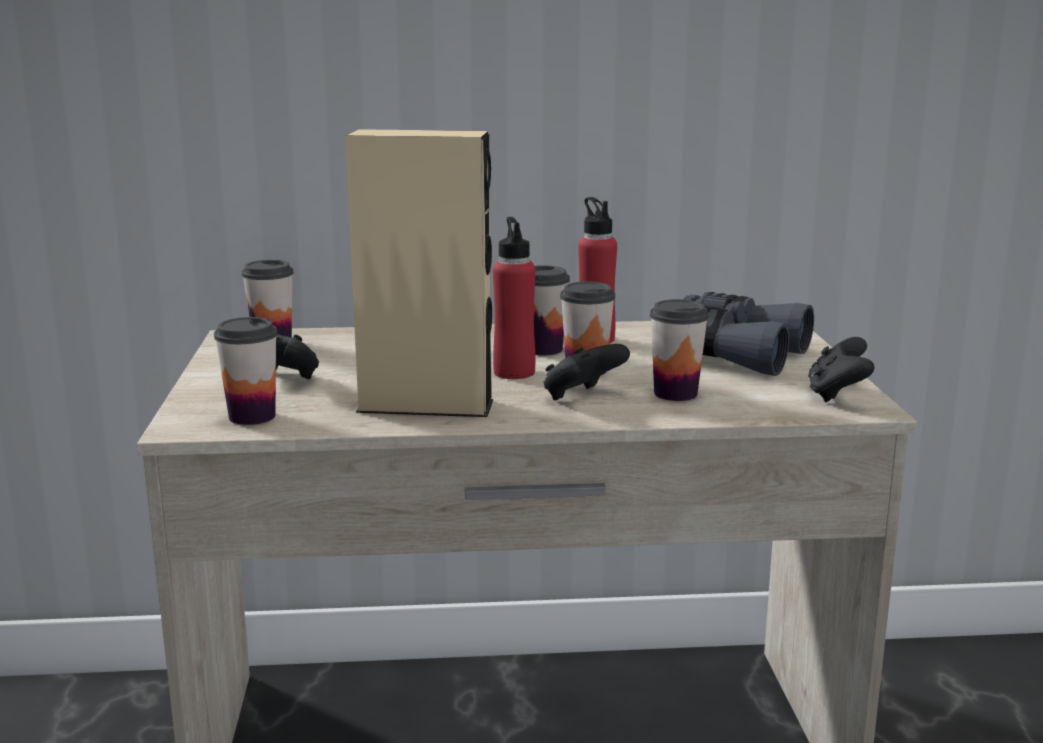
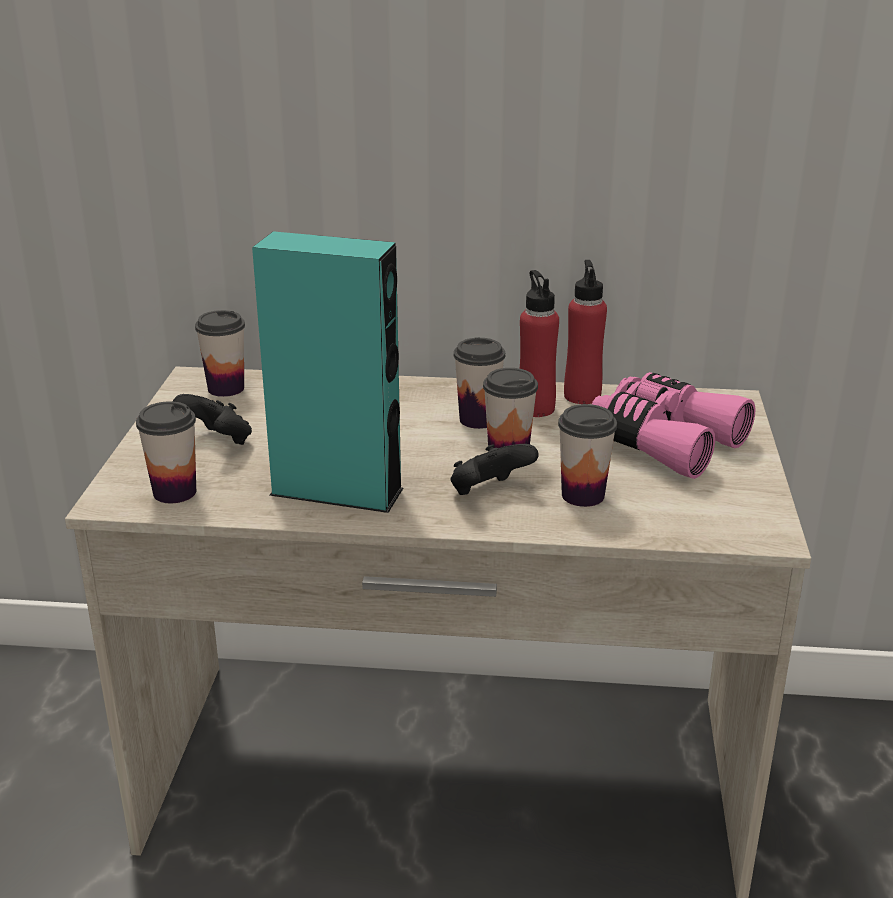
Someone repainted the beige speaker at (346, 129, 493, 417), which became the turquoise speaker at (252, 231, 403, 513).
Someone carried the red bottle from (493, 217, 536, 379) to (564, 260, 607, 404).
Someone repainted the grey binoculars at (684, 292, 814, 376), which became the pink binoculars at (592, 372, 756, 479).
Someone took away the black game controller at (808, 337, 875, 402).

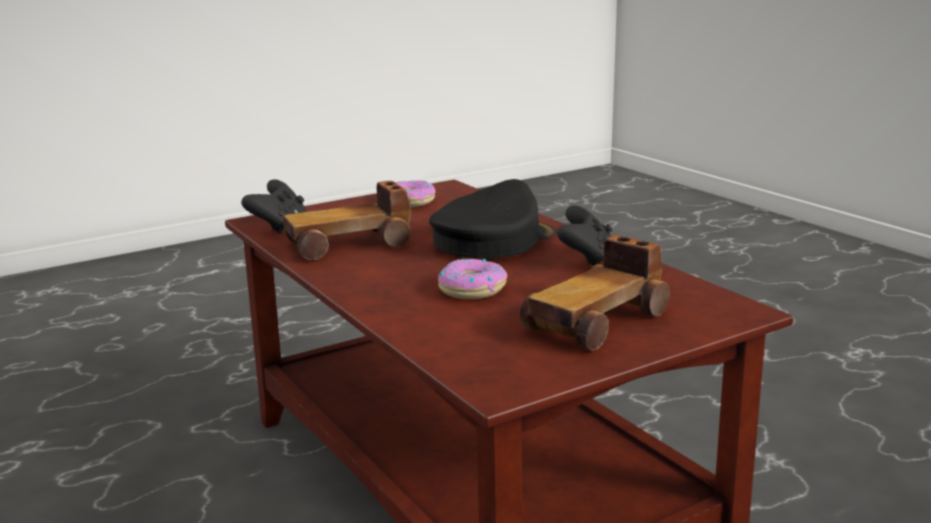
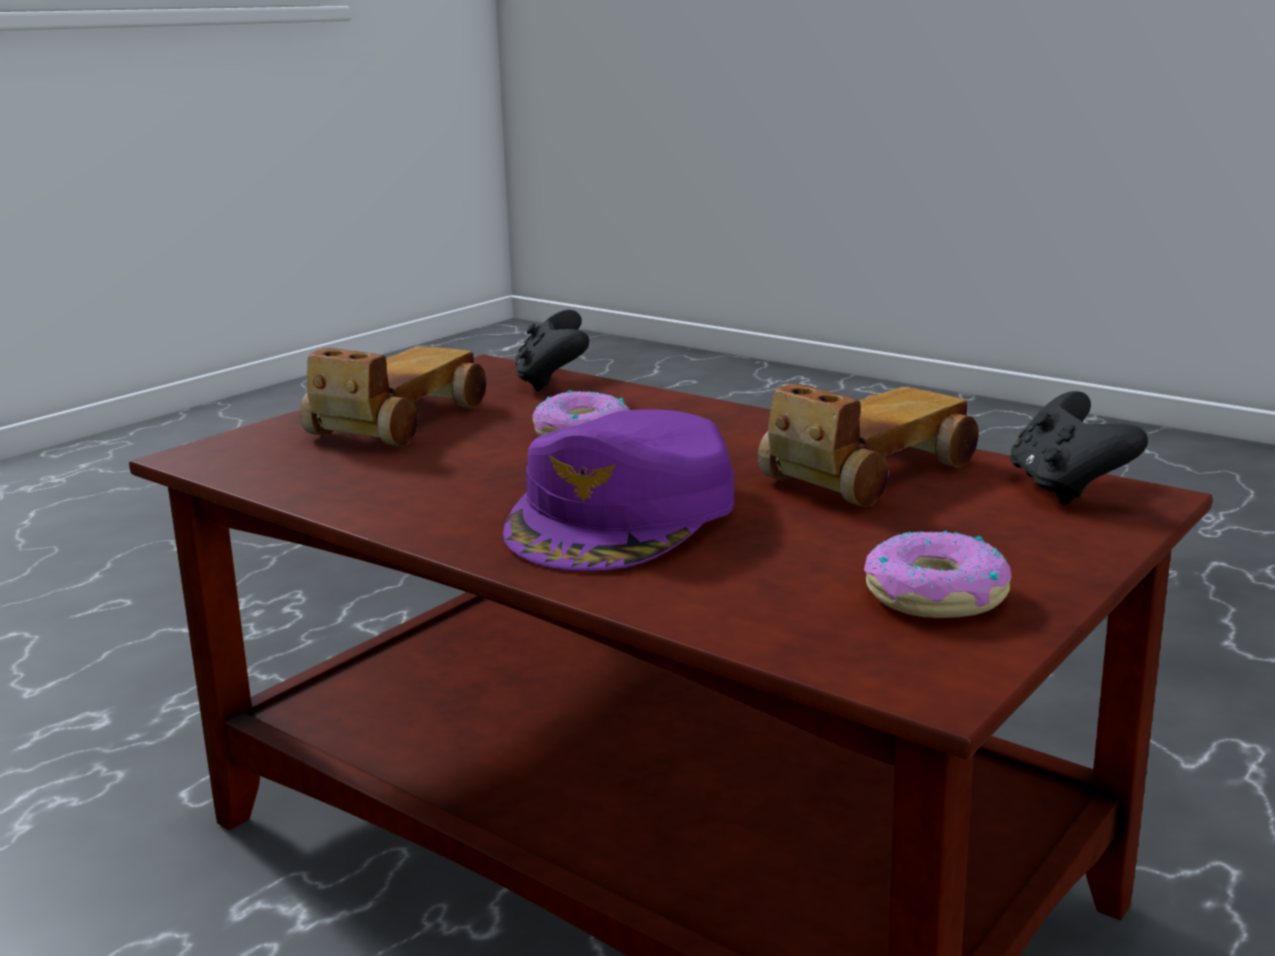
Someone repainted the black cap at (429, 179, 557, 258), which became the purple cap at (503, 409, 734, 571).
Someone carried the black game controller from (557, 206, 612, 266) to (515, 310, 590, 392).

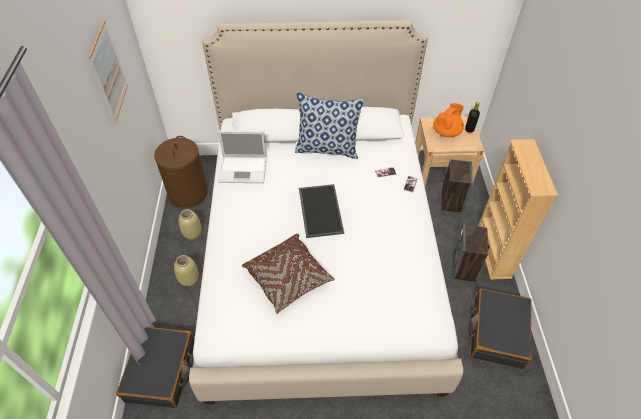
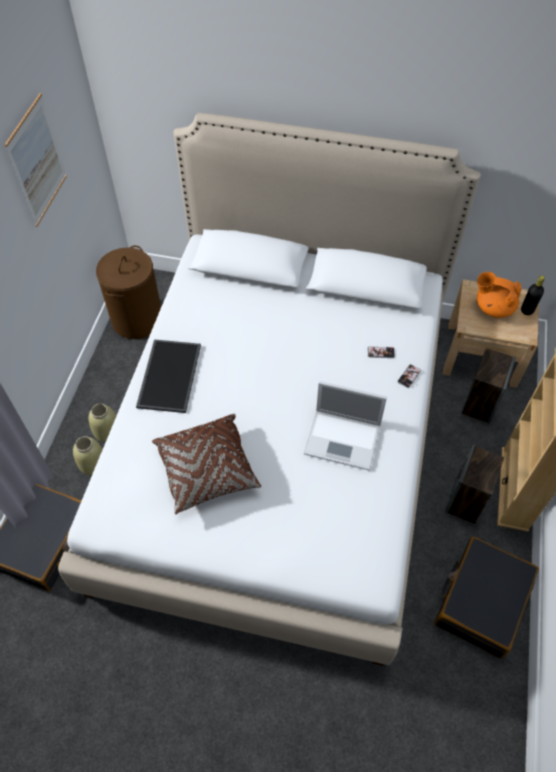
Someone carried the beige vase from (179, 209, 202, 240) to (73, 436, 103, 475).
Someone carried the laptop from (218, 131, 267, 183) to (304, 381, 387, 471).
Someone took away the pillow at (295, 92, 364, 159).
Someone carried the tray from (299, 184, 344, 238) to (136, 339, 201, 413).
Someone rotated the orange teapot at (433, 103, 464, 137) by 120 degrees counterclockwise.

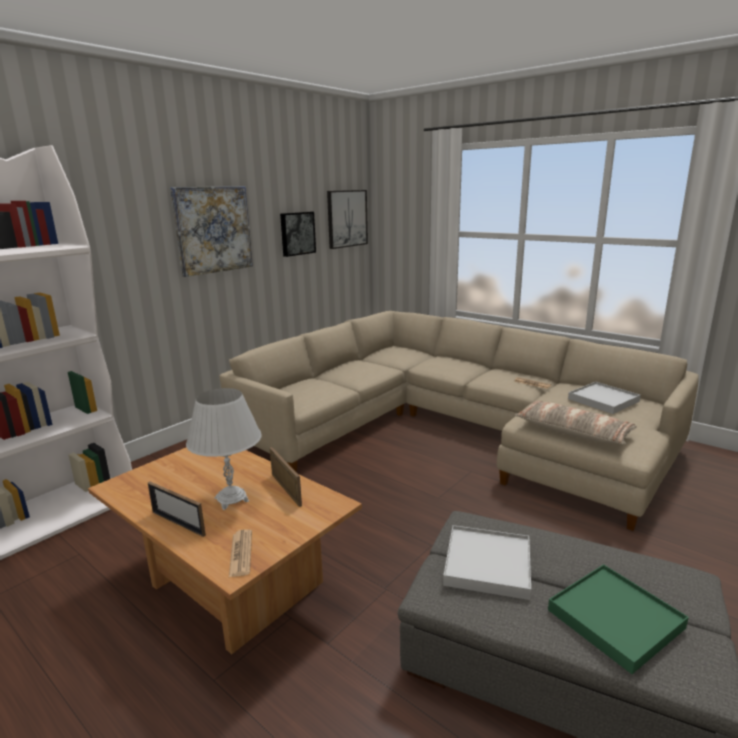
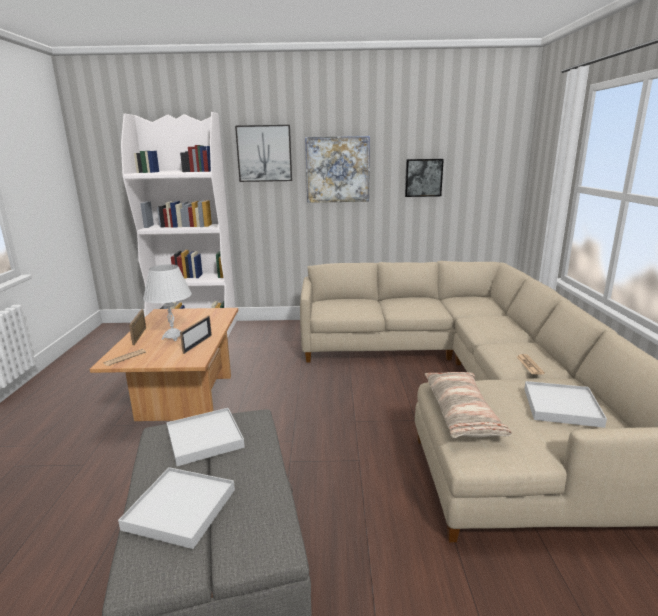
Someone carried the picture from (327, 190, 368, 249) to (235, 125, 292, 182).
Someone repainted the green tray at (548, 564, 689, 674), which became the white tray at (118, 467, 235, 549).

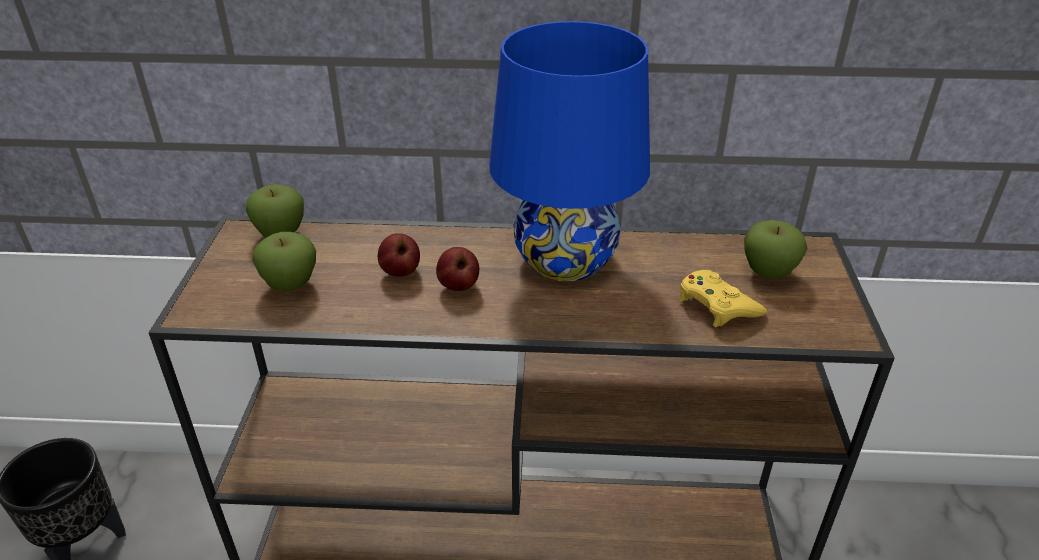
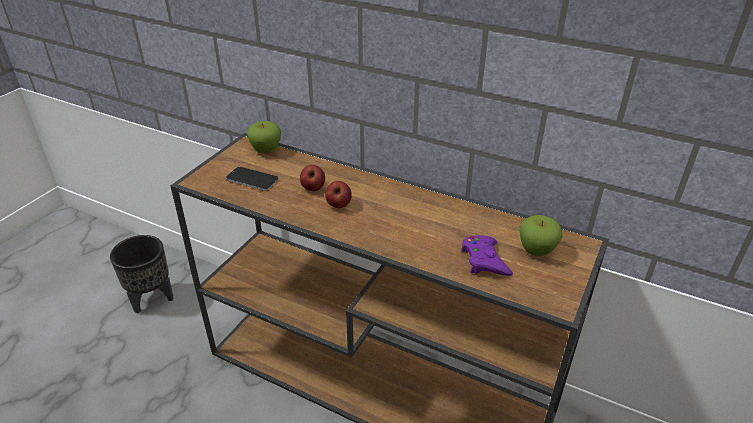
Someone swapped the apple at (252, 232, 316, 292) for the phone at (226, 167, 278, 191).
Someone took away the blue table lamp at (489, 21, 650, 281).
Someone repainted the yellow game controller at (679, 270, 767, 327), which became the purple game controller at (461, 235, 513, 276).

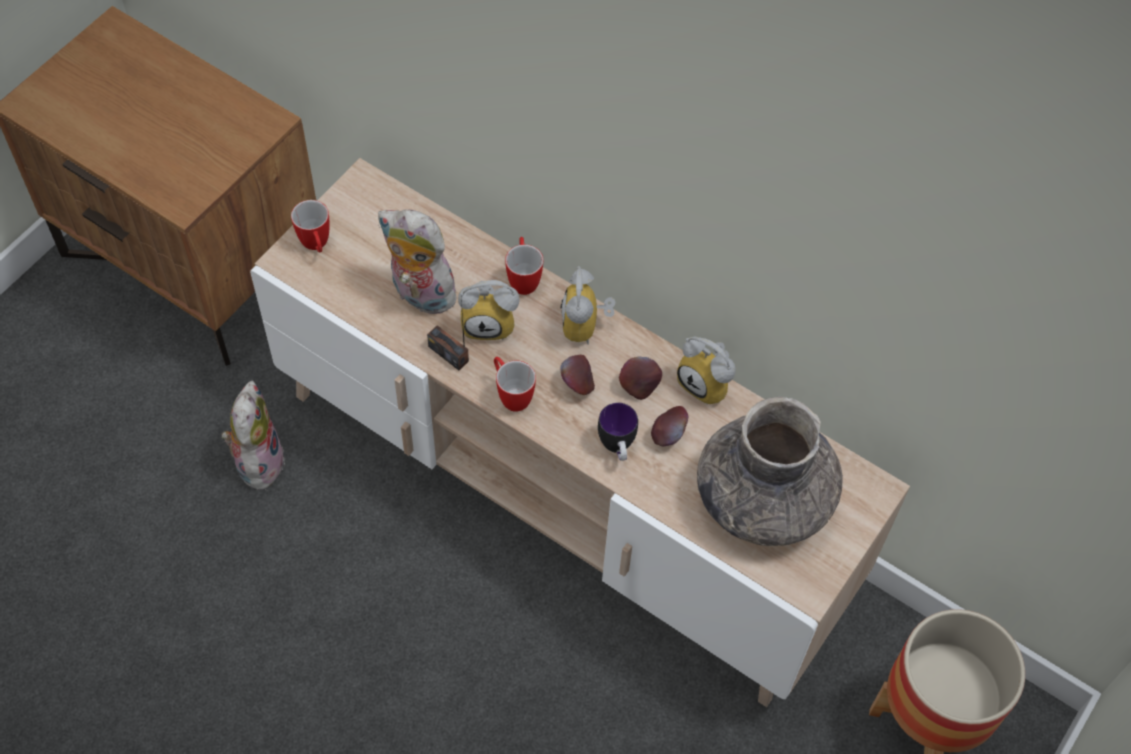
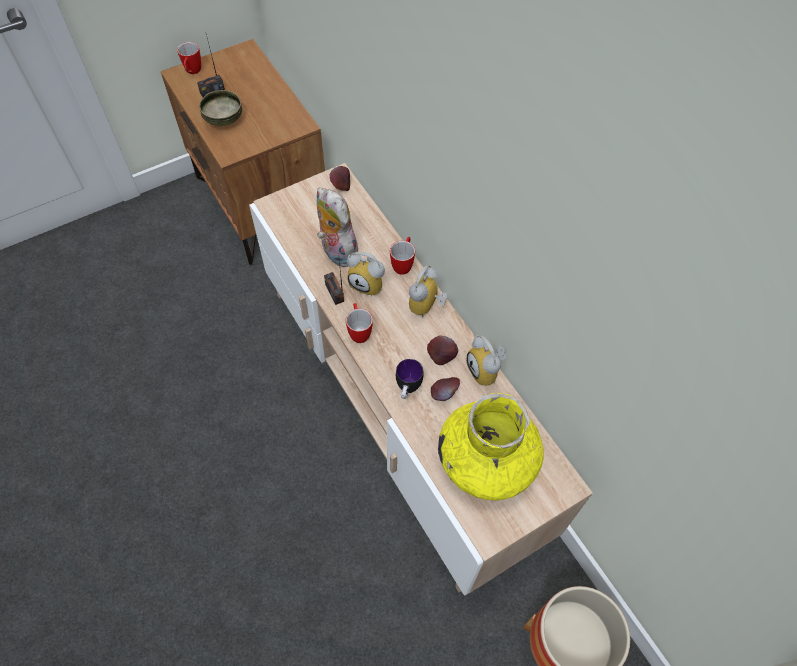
Someone took away the plush toy at (221, 381, 285, 490).
Someone carried the mug from (291, 200, 330, 253) to (177, 42, 201, 74).
Someone carried the apple from (560, 355, 595, 395) to (330, 166, 350, 191).
Someone repainted the grey vase at (697, 397, 843, 546), which became the yellow vase at (438, 393, 544, 500).
Someone put down the radio at (197, 34, 225, 97).
Someone put down the bowl at (199, 90, 242, 126).

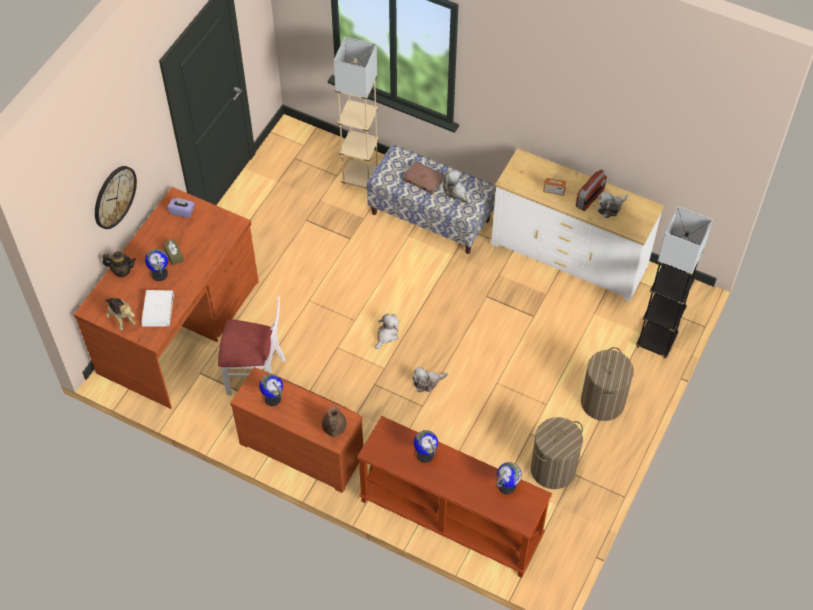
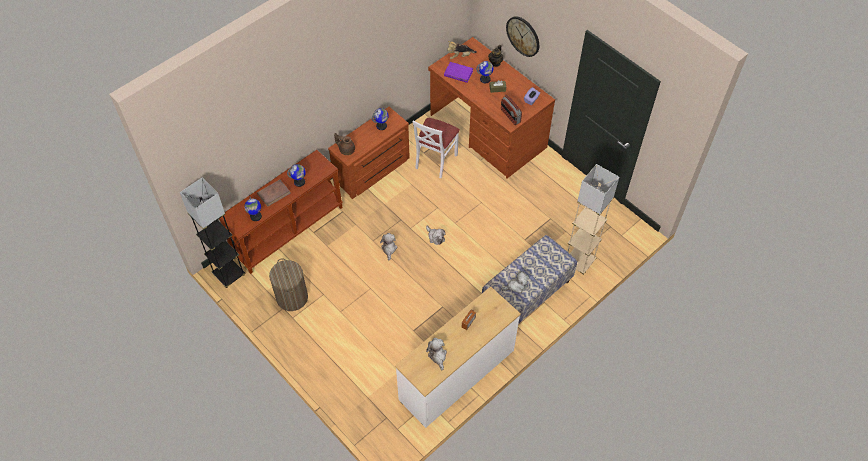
Someone repainted the white book at (141, 290, 174, 327), which became the purple book at (444, 62, 473, 83).
Someone carried the brown book from (403, 161, 445, 194) to (257, 179, 291, 207).
Someone carried the radio from (576, 169, 607, 211) to (501, 95, 522, 125).
Someone took away the laundry basket at (581, 347, 634, 421).
Someone carried the grey floor lamp from (636, 206, 713, 358) to (180, 178, 245, 288).

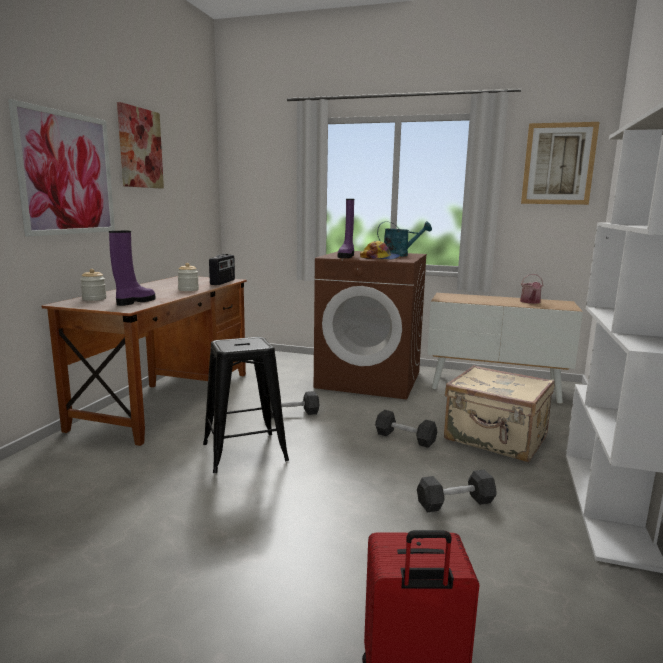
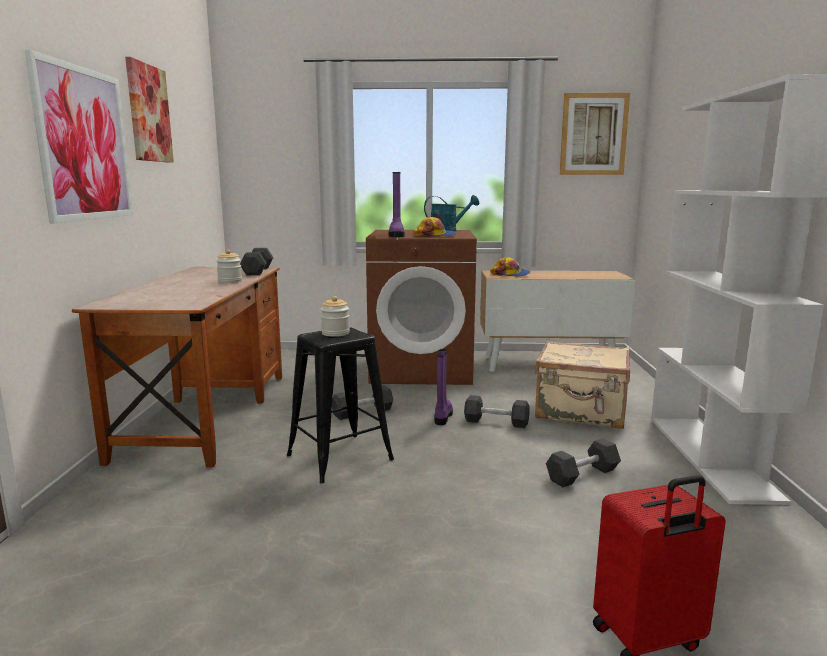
Someone carried the jar from (80, 269, 106, 301) to (321, 296, 350, 337).
Someone carried the purple boot from (109, 231, 156, 306) to (434, 349, 453, 425).
Someone swapped the radio at (209, 254, 235, 285) for the black dumbbell at (240, 248, 273, 275).
Someone took away the watering can at (520, 274, 544, 304).
Someone put down the cap at (490, 257, 531, 277).

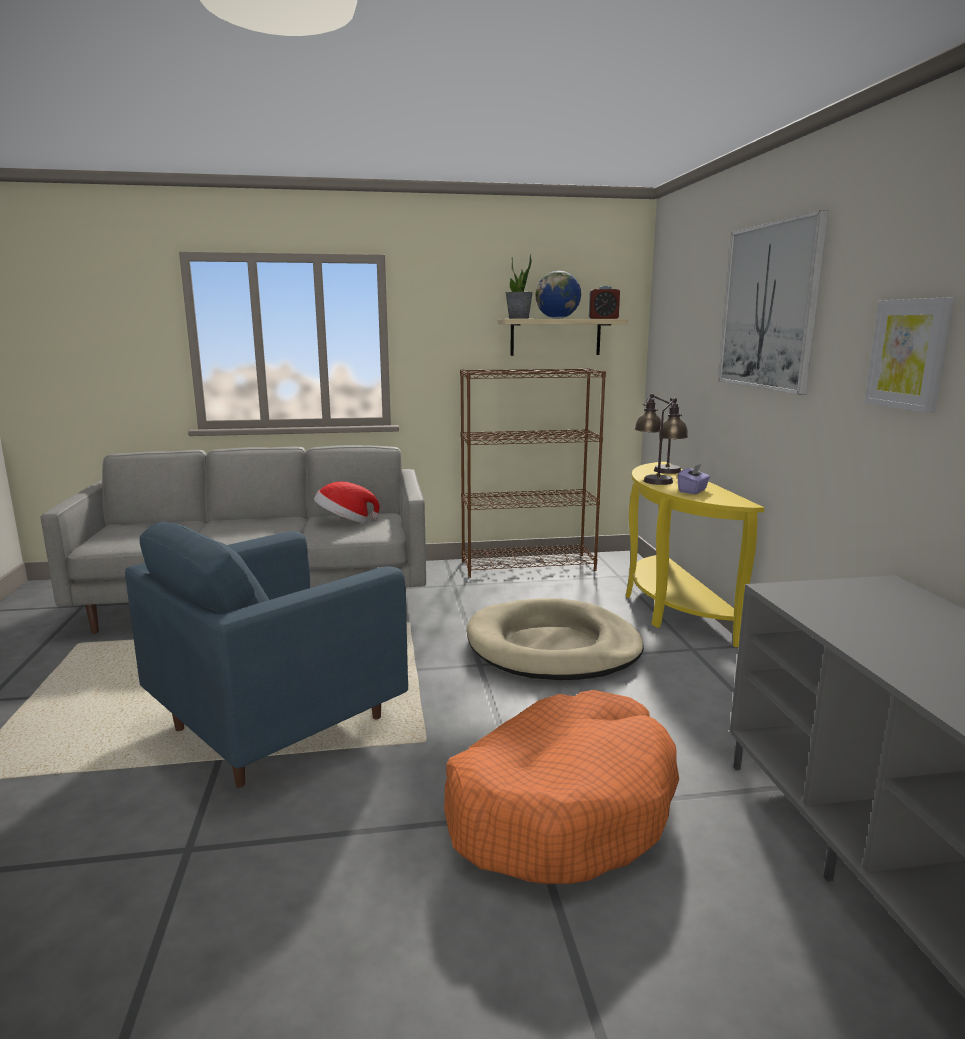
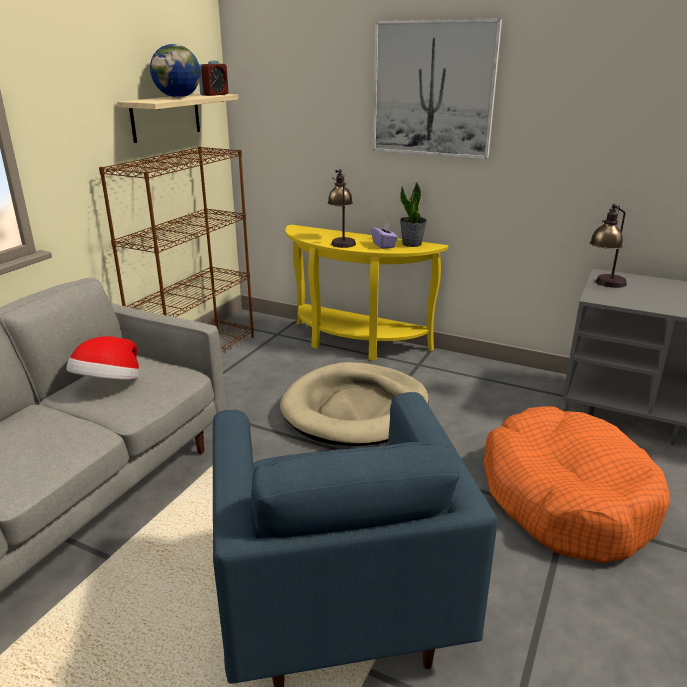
Someone carried the potted plant from (505, 255, 533, 319) to (400, 182, 427, 247).
Someone carried the table lamp from (634, 394, 681, 474) to (590, 204, 627, 288).
Someone took away the picture at (864, 297, 955, 413).

